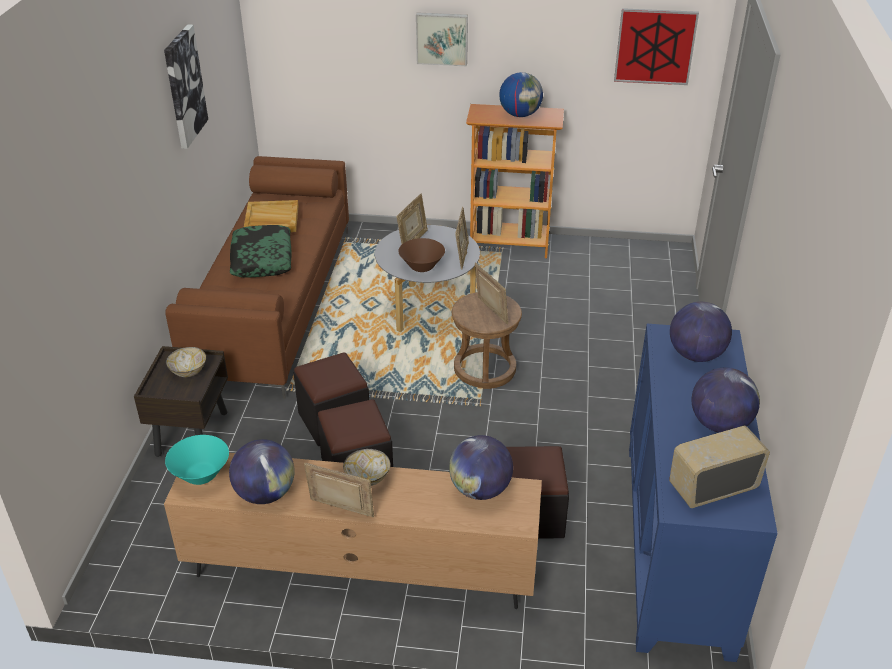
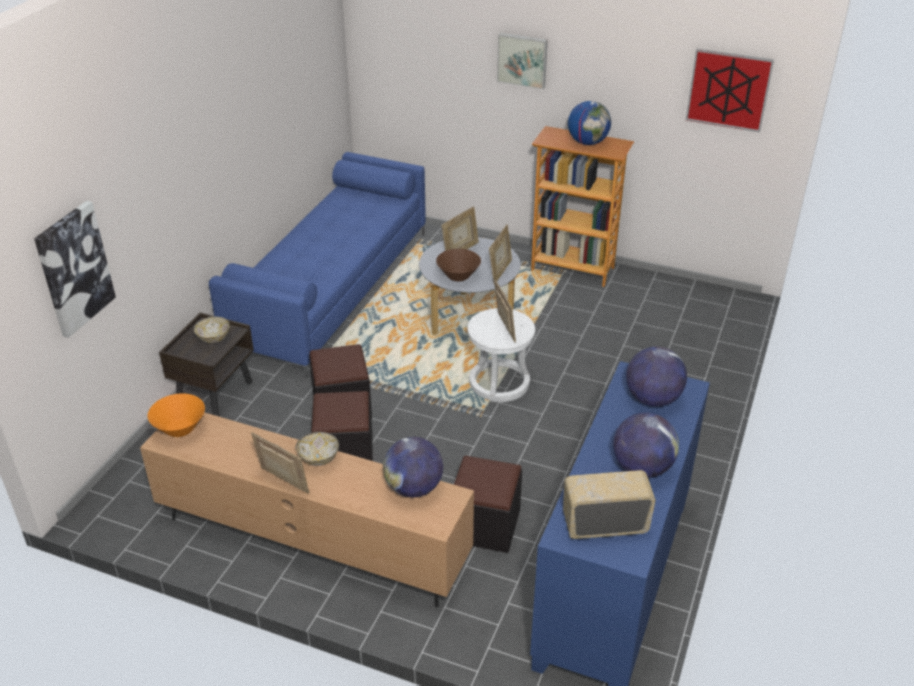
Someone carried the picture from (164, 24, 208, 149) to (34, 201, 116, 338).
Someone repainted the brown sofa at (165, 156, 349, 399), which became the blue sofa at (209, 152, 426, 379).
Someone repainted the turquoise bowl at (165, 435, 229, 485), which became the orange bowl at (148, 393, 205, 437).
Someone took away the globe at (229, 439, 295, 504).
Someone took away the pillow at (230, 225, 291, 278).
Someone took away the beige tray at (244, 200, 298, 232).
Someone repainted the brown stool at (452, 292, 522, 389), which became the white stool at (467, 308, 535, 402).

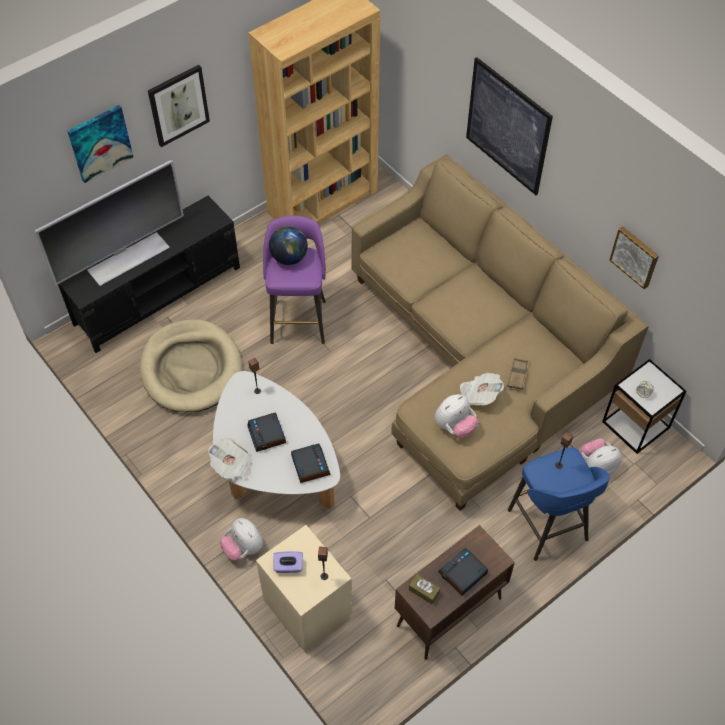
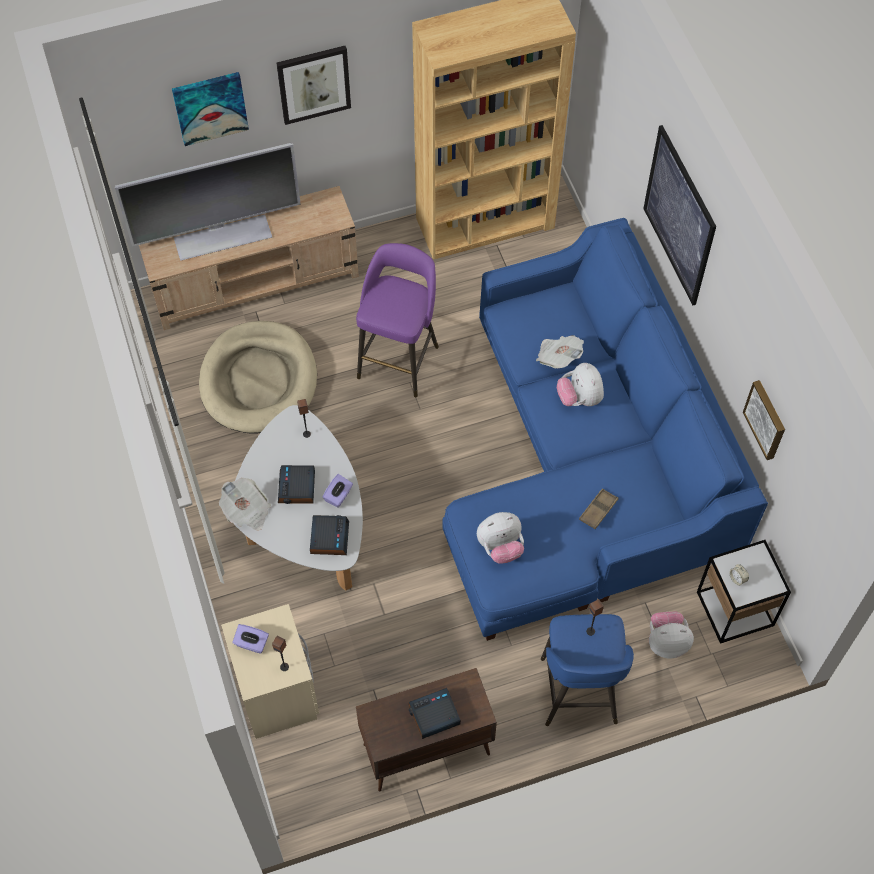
Someone repainted the black tv stand at (58, 196, 240, 353), which became the beige tv stand at (139, 186, 359, 330).
Someone carried the plush toy from (220, 518, 263, 561) to (557, 363, 604, 406).
Someone took away the globe at (269, 226, 308, 265).
Someone repainted the beige sofa at (351, 155, 649, 511), which became the blue sofa at (442, 218, 768, 641).
Someone took away the brown tissue box at (409, 574, 440, 604).
Someone carried the newspaper from (460, 373, 504, 406) to (536, 335, 584, 368).
Someone put down the purple tissue box at (323, 474, 353, 508).

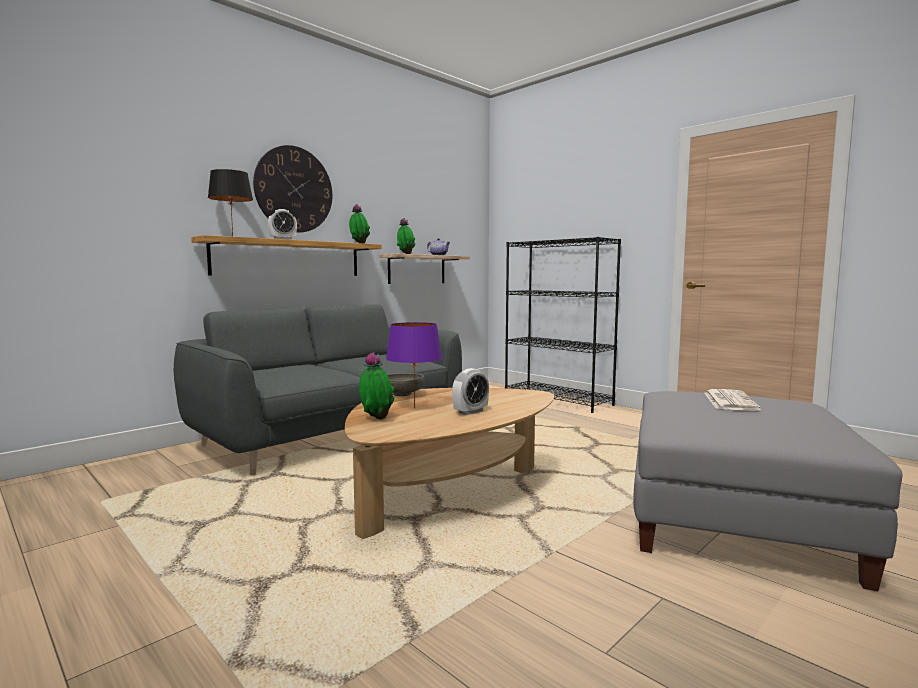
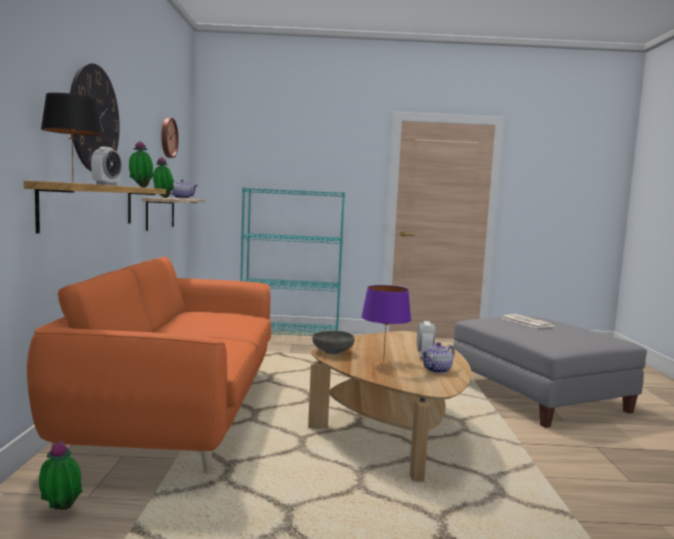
Someone repainted the grey sofa at (174, 304, 462, 475), which became the orange sofa at (27, 257, 271, 473).
Someone carried the potted plant from (359, 352, 394, 420) to (39, 440, 82, 510).
Someone repainted the black bookcase at (505, 237, 621, 413), which became the turquoise bookcase at (240, 187, 345, 336).
Someone put up the wall clock at (161, 118, 179, 158).
Someone put down the teapot at (421, 342, 455, 374).

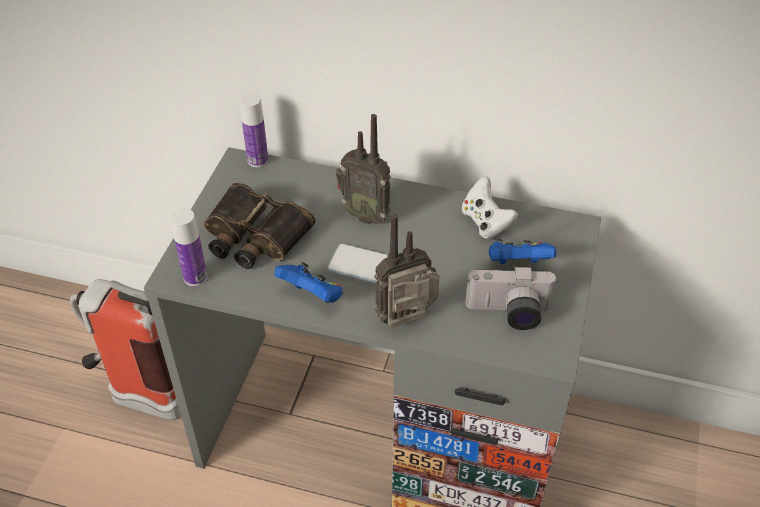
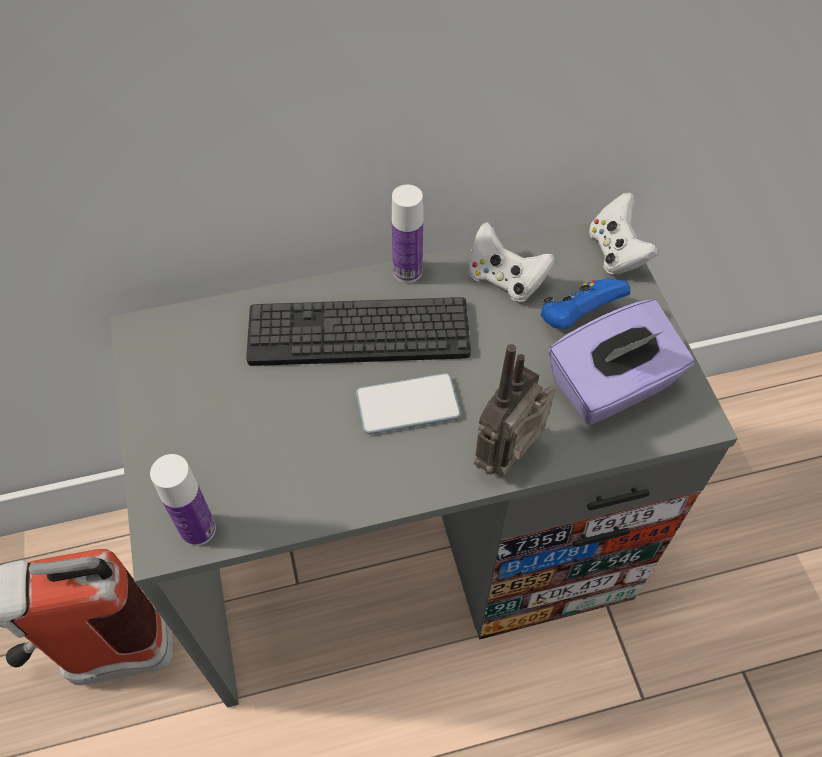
Someone took away the binoculars at (204, 183, 316, 269).
Someone carried the bottle from (240, 93, 268, 167) to (392, 185, 423, 283).
Someone took away the blue game controller at (274, 262, 343, 303).
Someone swapped the radio at (336, 114, 391, 224) for the keyboard at (246, 297, 471, 366).
Someone swapped the photo camera at (465, 265, 558, 330) for the purple tissue box at (549, 299, 694, 425).
Someone put down the white game controller at (589, 193, 659, 275).

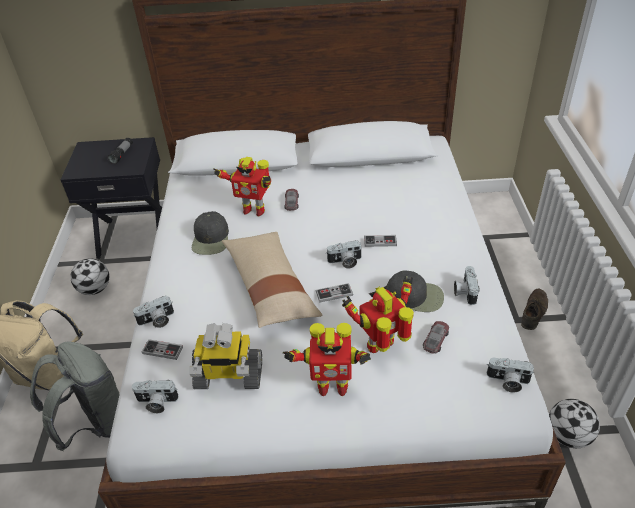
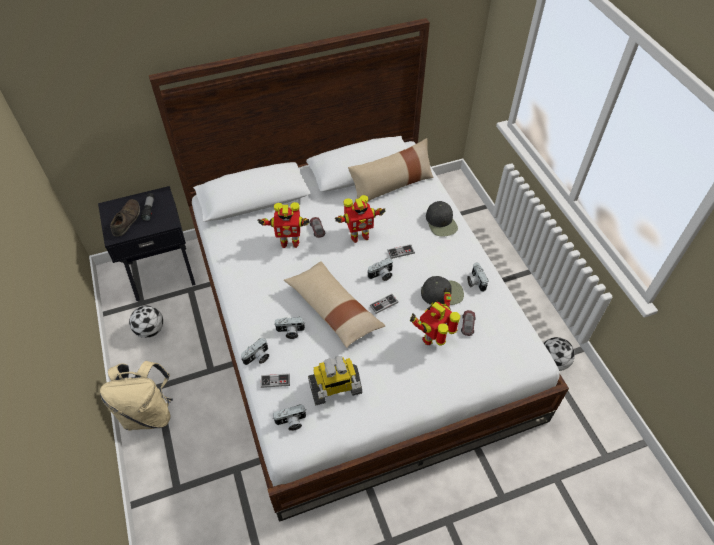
Someone took away the grey backpack at (30, 341, 120, 451).
Someone carried the black cap from (192, 211, 229, 255) to (426, 201, 458, 237).
Someone carried the toy robot from (283, 323, 371, 396) to (335, 195, 386, 243).
Someone carried the photo camera from (486, 358, 534, 393) to (274, 317, 305, 339).
Someone carried the brown shoe from (521, 289, 548, 330) to (110, 199, 140, 237).
Someone put down the beige pillow at (348, 138, 434, 201).

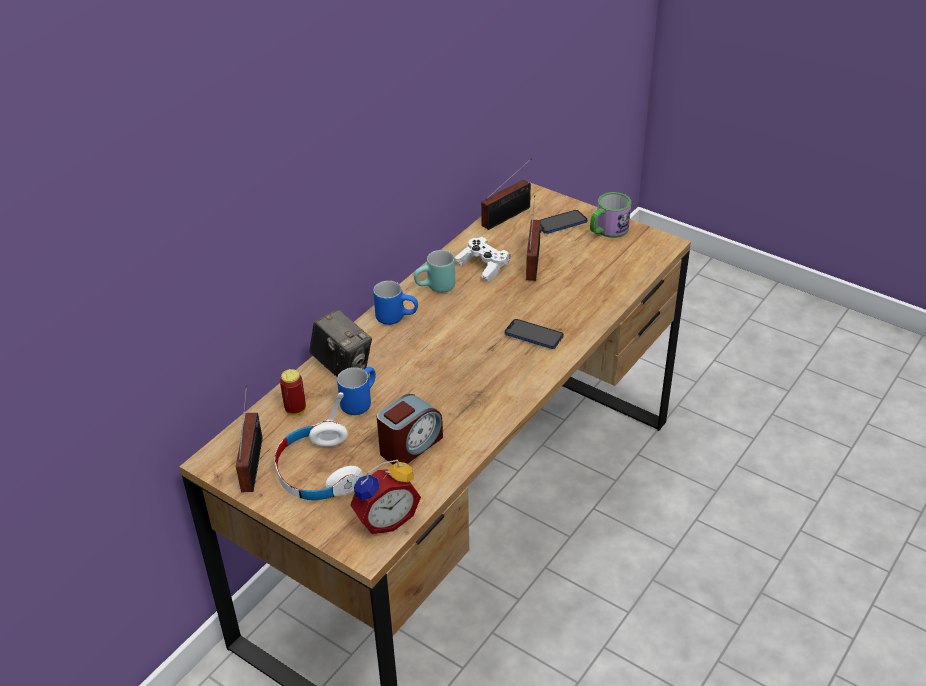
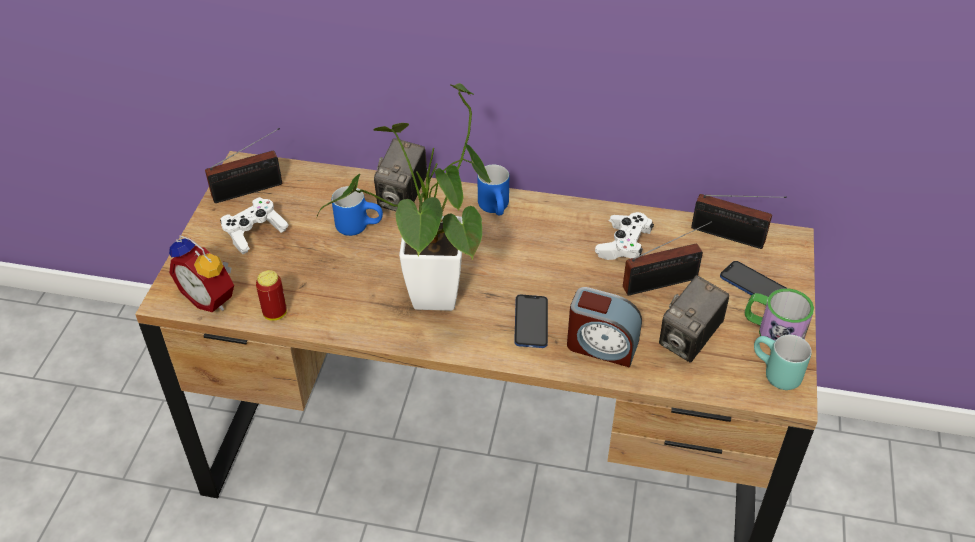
Someone swapped the white headphones at (275, 392, 363, 500) for the white game controller at (220, 197, 289, 254).
Someone carried the can from (280, 369, 306, 415) to (256, 270, 287, 321).
Someone carried the alarm clock from (377, 394, 443, 465) to (567, 287, 642, 368).
Someone carried the turquoise mug from (414, 250, 455, 293) to (754, 335, 812, 390).
Someone put down the potted plant at (316, 83, 492, 311).
Someone put down the photo camera at (659, 275, 729, 363).

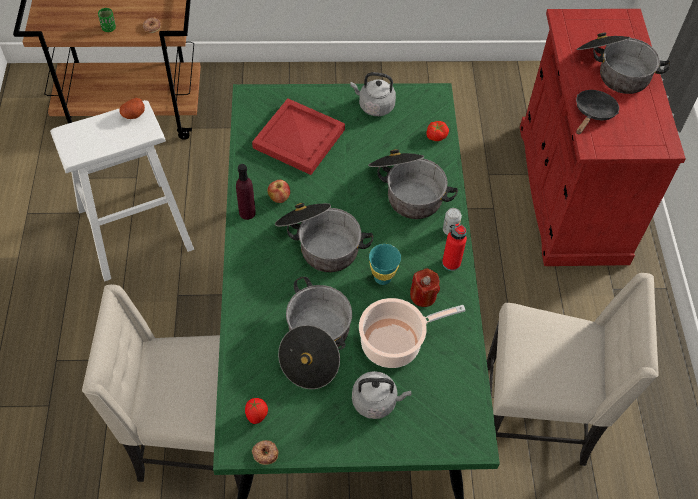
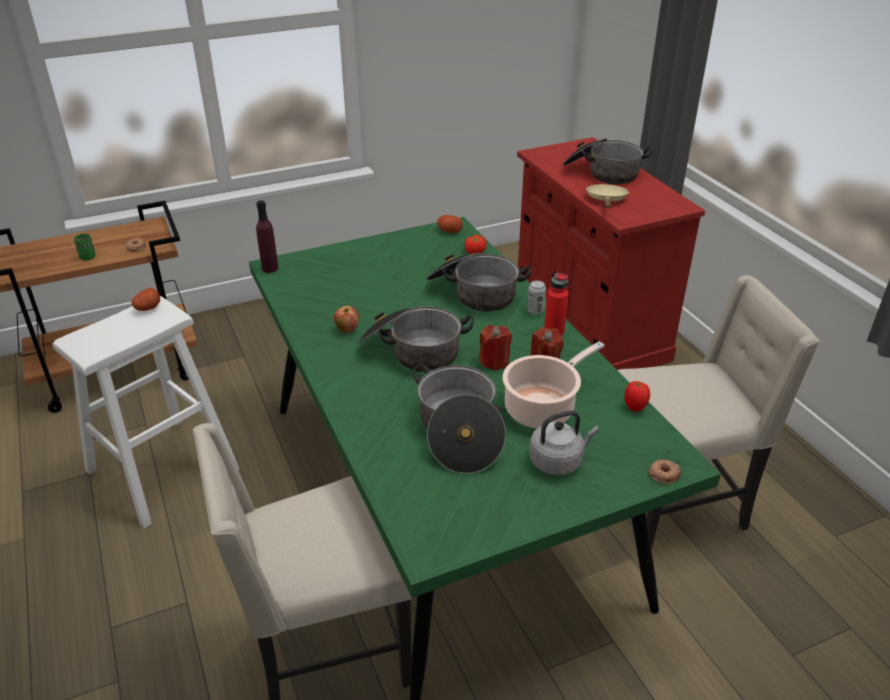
Someone carried the purple bottle from (236, 164, 256, 220) to (256, 200, 279, 273).
Someone carried the tomato from (245, 398, 268, 424) to (625, 380, 650, 412).
Someone took away the red tray at (252, 98, 345, 175).
Someone carried the donut from (252, 440, 279, 465) to (648, 459, 681, 484).
Someone took away the grey kettle at (351, 72, 396, 116).
Someone swapped the turquoise cup at (369, 244, 401, 285) for the red candle at (479, 325, 512, 370).
Someone repainted the black frying pan at (576, 90, 619, 135), which became the beige frying pan at (586, 184, 629, 208).
Someone put down the potato at (437, 215, 463, 233).

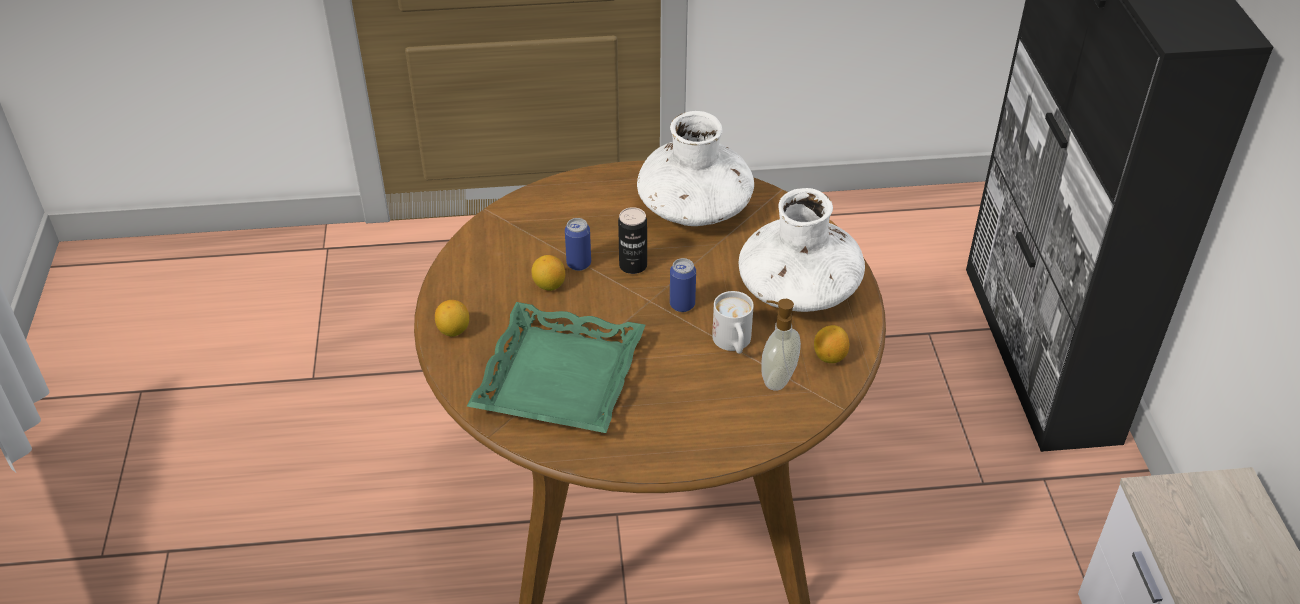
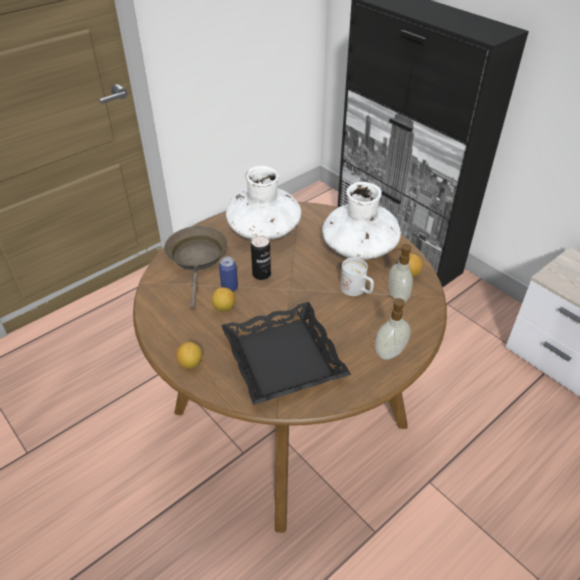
Someone repainted the green tray at (467, 302, 645, 433), which became the black tray at (221, 302, 351, 405).
Someone took away the can at (670, 258, 696, 312).
Someone put down the brown frying pan at (164, 226, 227, 309).
Someone put down the soap dispenser at (375, 296, 411, 360).

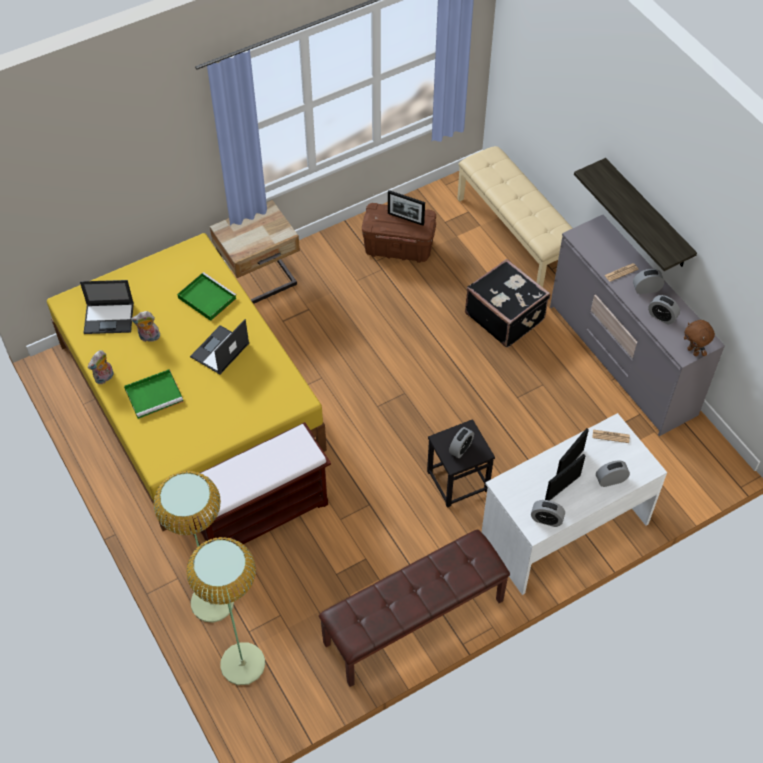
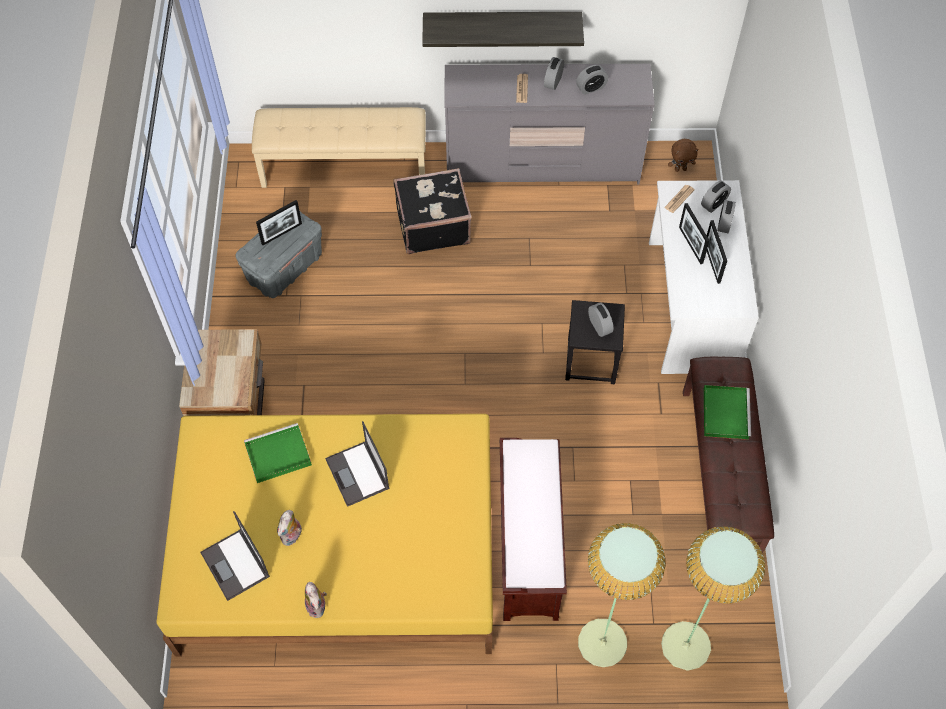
Someone rotated the laptop at (80, 280, 134, 334) by 120 degrees clockwise.
Someone carried the green tray from (124, 369, 184, 419) to (704, 385, 751, 440).
Someone repainted the brown storage box at (362, 203, 436, 263), which became the grey storage box at (236, 211, 322, 298).
Someone carried the alarm clock from (531, 500, 565, 527) to (701, 180, 731, 213).
Someone carried the brown plush toy from (684, 320, 715, 356) to (668, 139, 699, 172).

